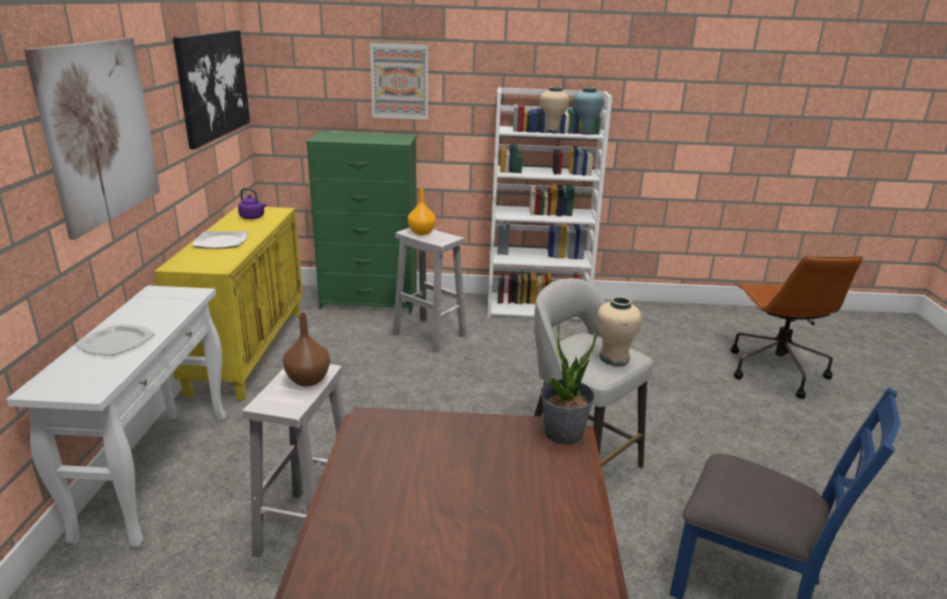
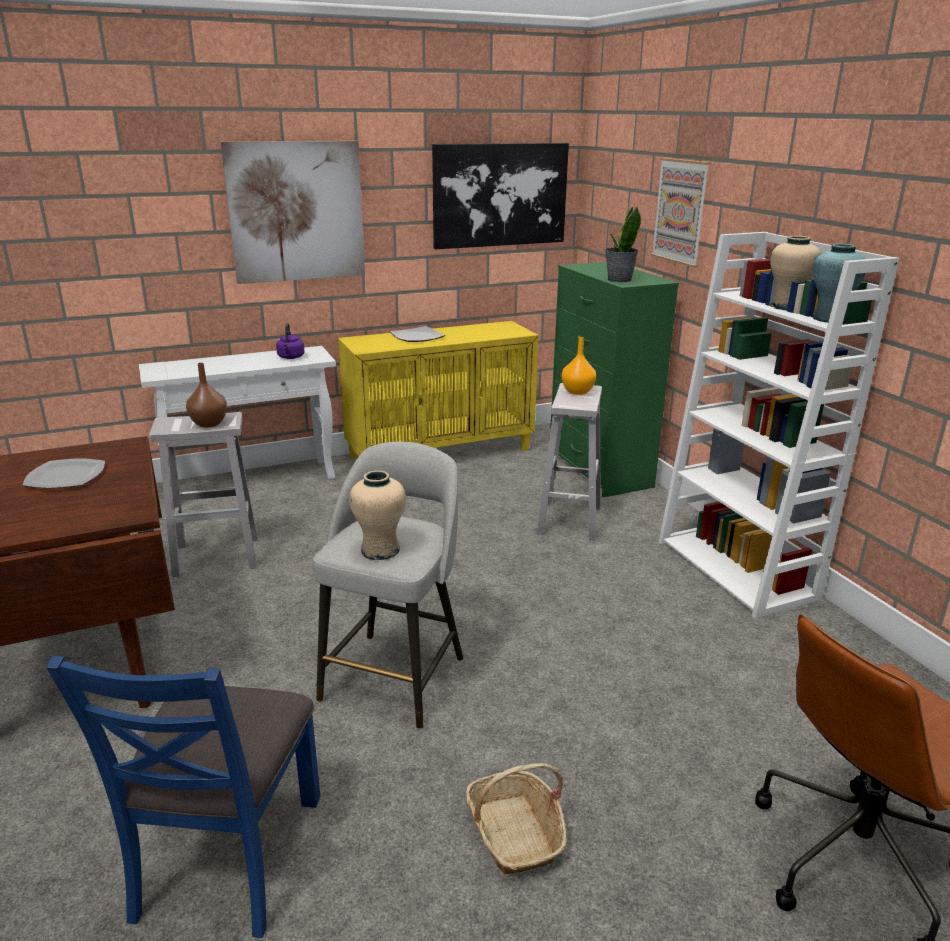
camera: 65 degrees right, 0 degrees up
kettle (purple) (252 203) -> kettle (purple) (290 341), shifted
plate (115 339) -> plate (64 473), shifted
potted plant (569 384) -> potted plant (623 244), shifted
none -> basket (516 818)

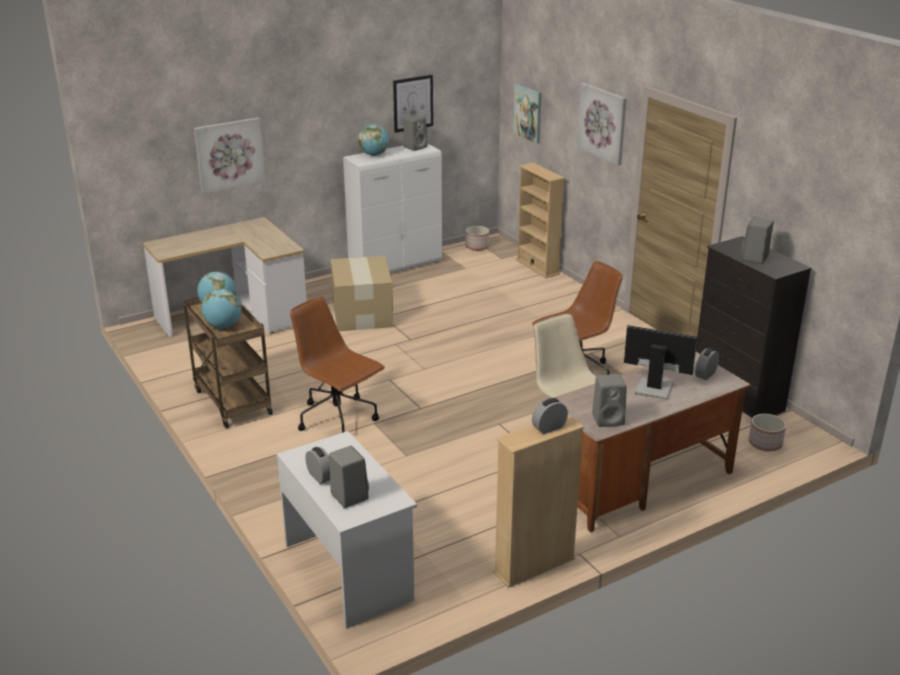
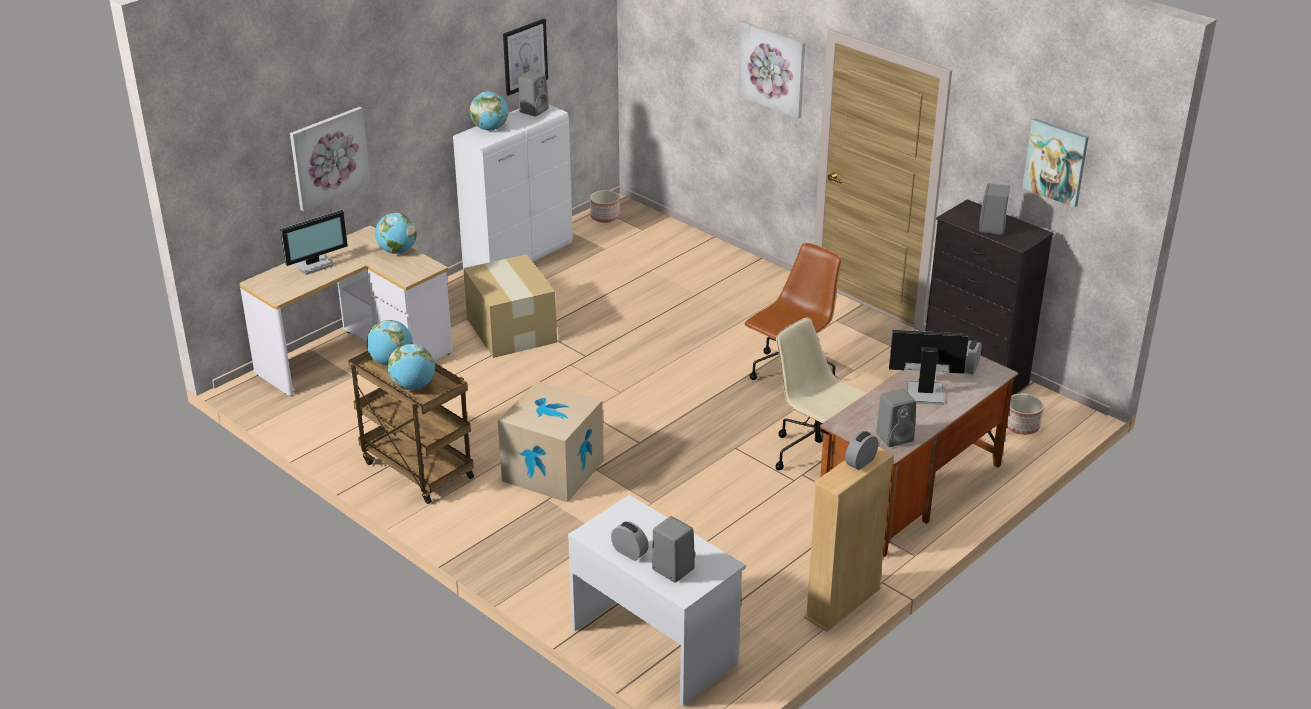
camera: 15 degrees left, 5 degrees up
picture (527 113) -> picture (1055 163), shifted
bookcase (beige) (540 220) -> none
office chair (brown) (337 365) -> cardboard box (551 441)
none -> monitor (314 242)
none -> globe (396 233)

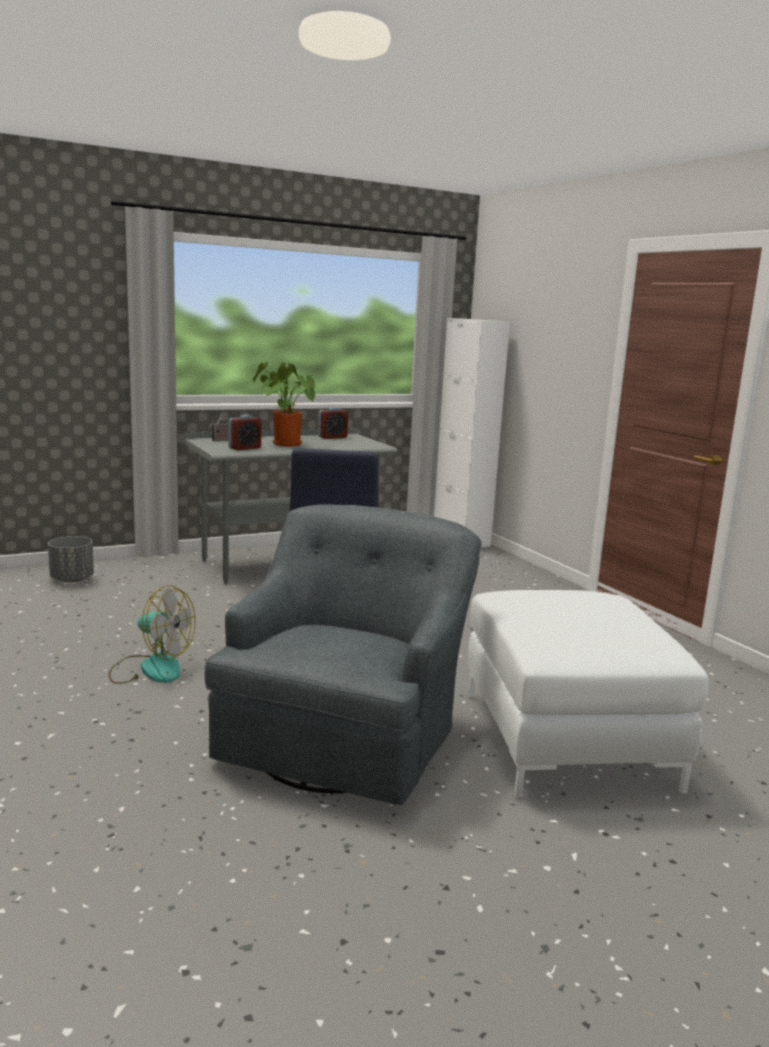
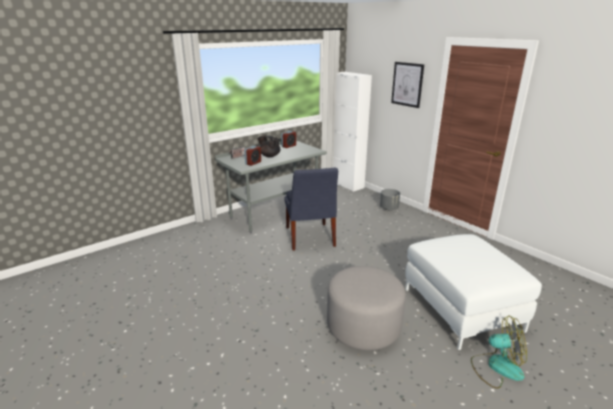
camera: 10 degrees left, 10 degrees up
potted plant (284 404) -> teapot (black) (269 146)
armchair (grey) (343 654) -> ottoman (grey) (366 308)
planter (grey) (71 559) -> planter (grey) (390 200), shifted
fan (151 634) -> fan (499 352), shifted
none -> picture (407 85)

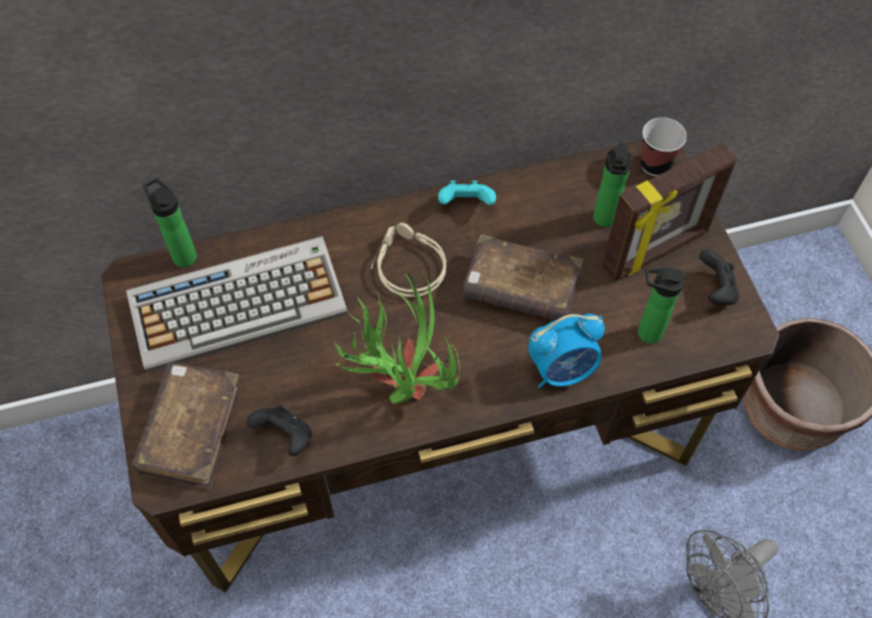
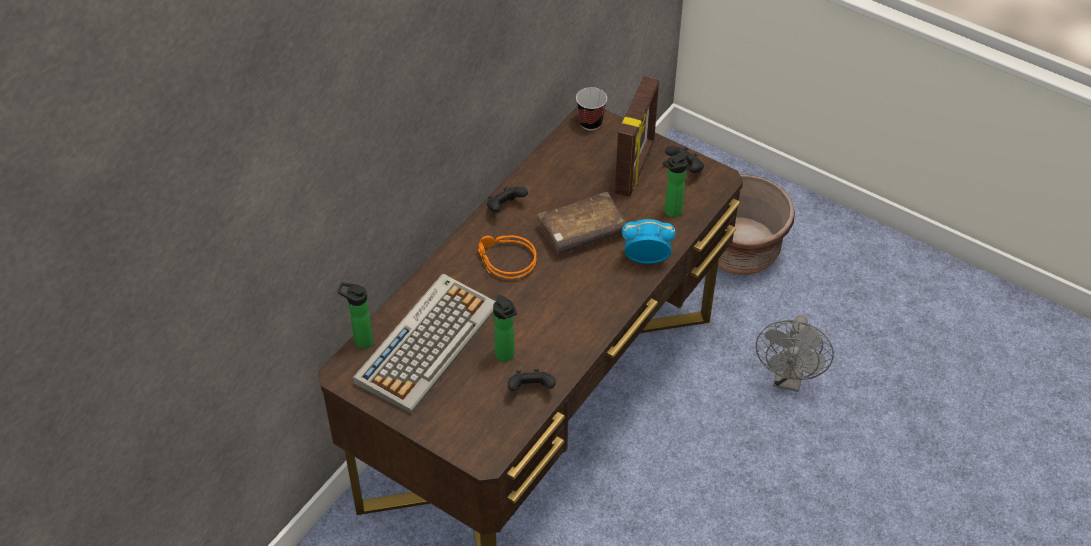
camera: 40 degrees left, 10 degrees down
bottle (613 184) -> bottle (505 328), shifted
game controller (turquoise) (467 193) -> game controller (black) (507 199)
headphones (beige) (408 260) -> headphones (orange) (507 257)
potted plant (397 338) -> none
alarm clock (566 351) -> alarm clock (649 241), 120 degrees counterclockwise
book (brown) (186 425) -> none

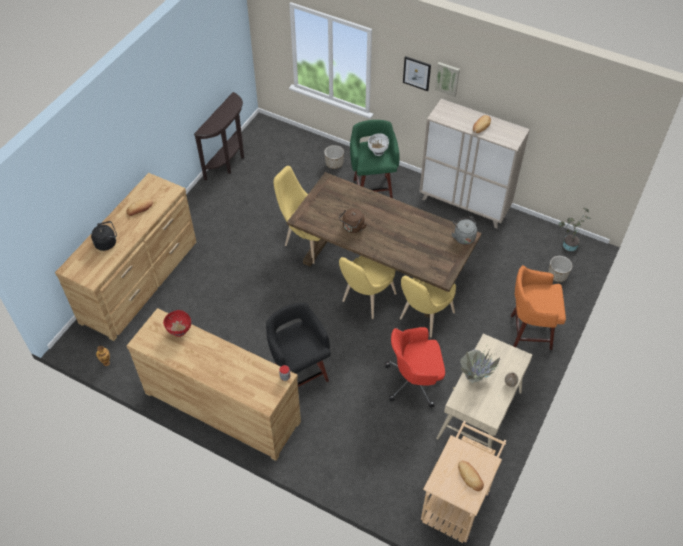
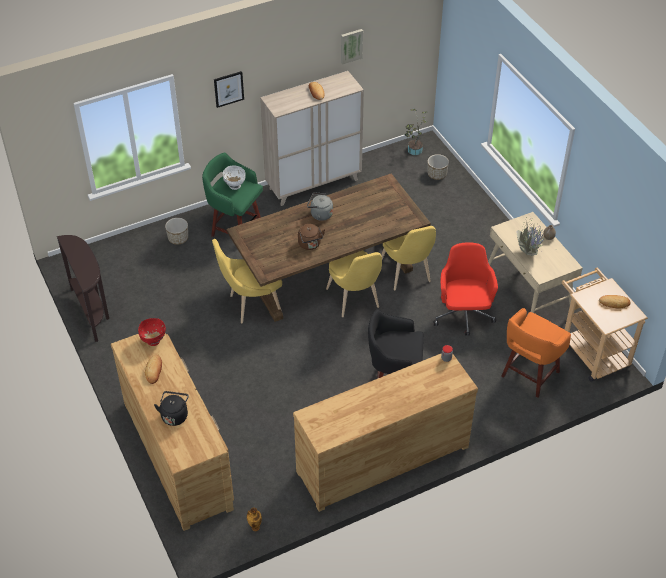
camera: 55 degrees left, 5 degrees down
picture (447 79) -> picture (352 47), shifted
kettle (grey) (464 230) -> kettle (grey) (320 206), shifted
stool (orange) (538 307) -> stool (orange) (536 353), shifted
bowl (red) (177 323) -> bowl (red) (152 332), shifted
office chair (red) (415 367) -> office chair (red) (466 289), 150 degrees clockwise

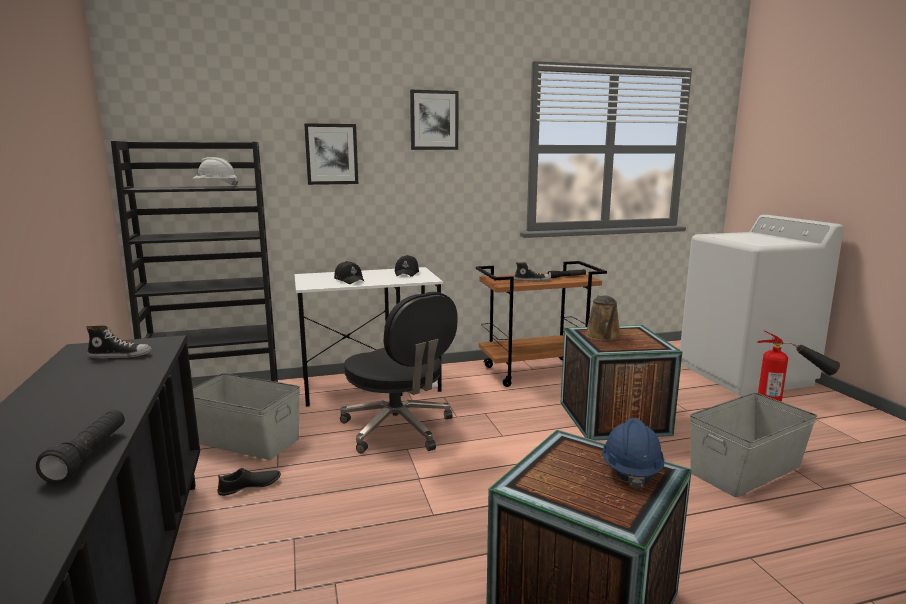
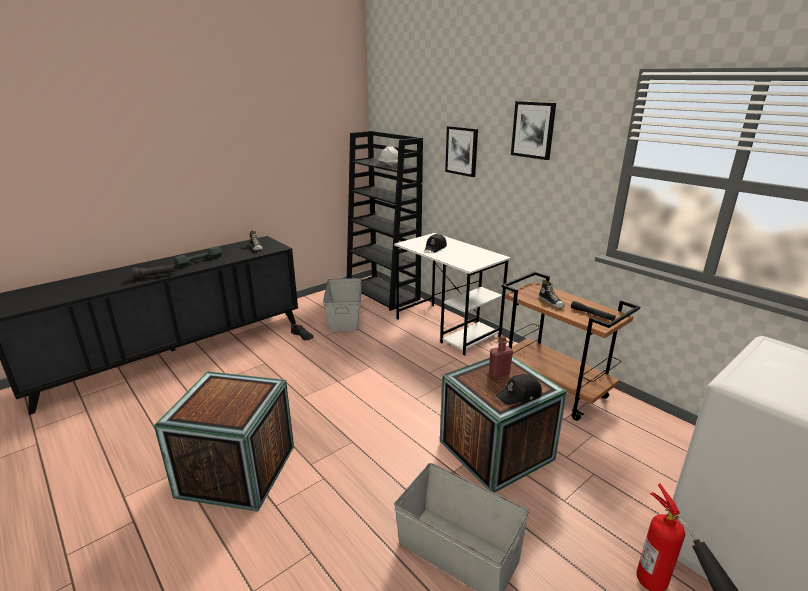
camera: 65 degrees right, 10 degrees up
cap (black) (407 266) -> cap (black) (519 389), shifted
office chair (black) (399 372) -> none
watering can (brown) (603 318) -> bottle (red) (501 357)
hard hat (blue) (633 454) -> none
none -> dumbbell (grey) (198 257)

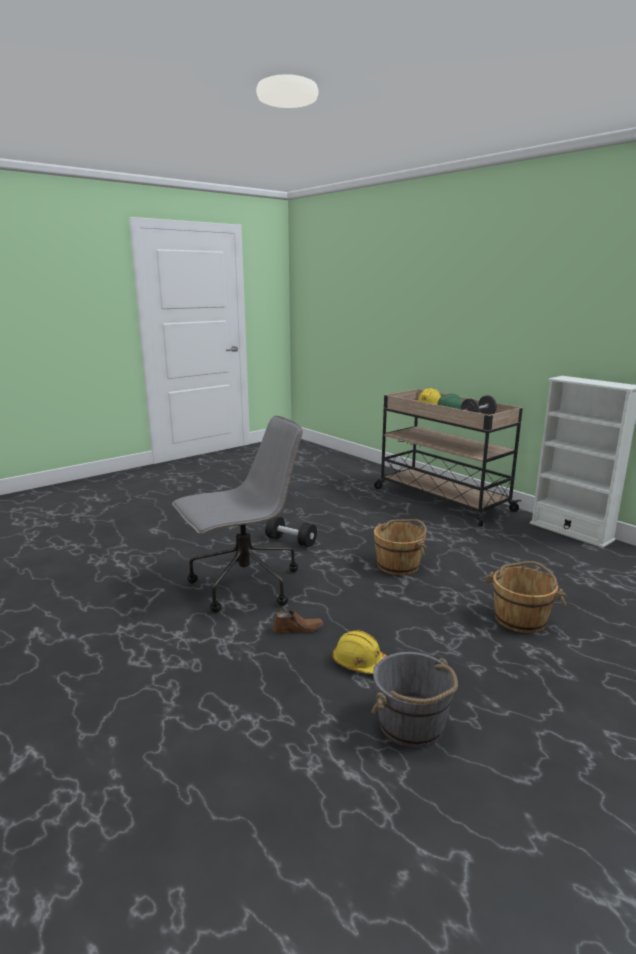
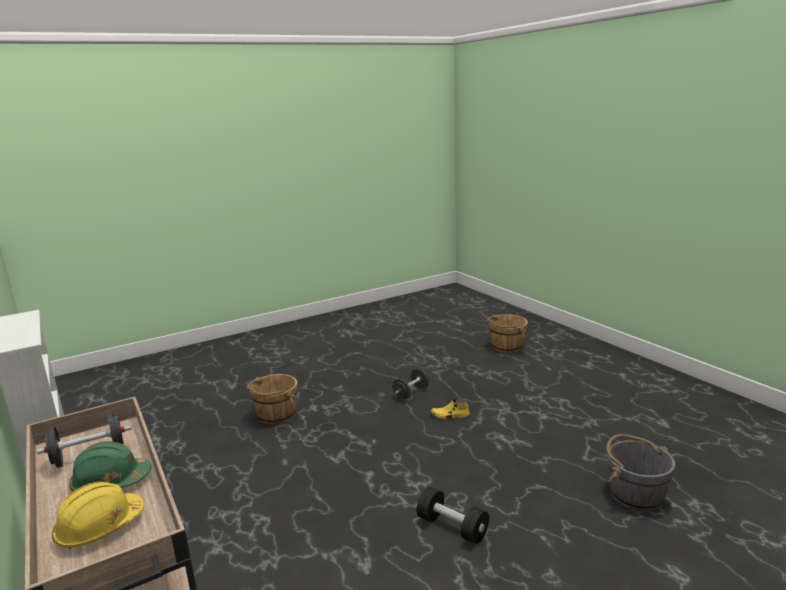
camera: 170 degrees left, 0 degrees up
office chair (grey) (237 514) -> none
bucket (brown) (400 547) -> bucket (brown) (507 333), shifted
shoe (brown) (298 622) -> shoe (yellow) (450 409)
hard hat (yellow) (359 652) -> dumbbell (black) (410 384)
bucket (grey) (414 700) -> bucket (grey) (641 473), shifted

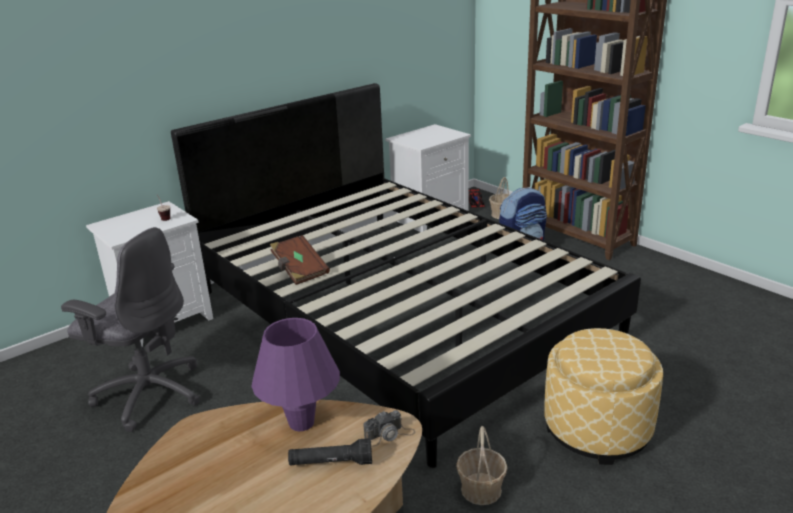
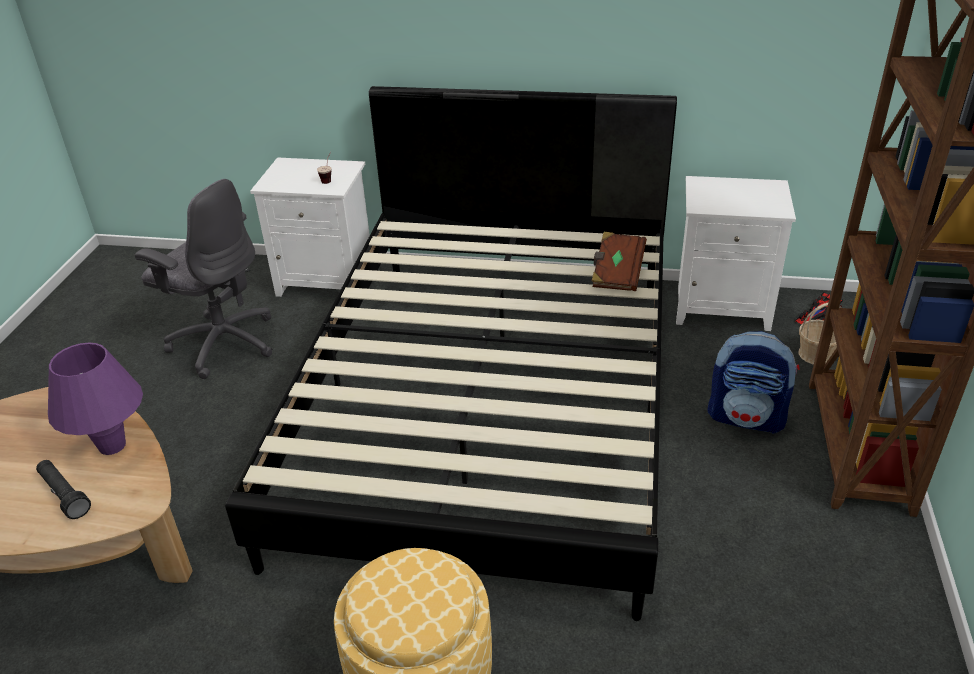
camera: 50 degrees right, 10 degrees up
office chair (grey) (130 329) -> office chair (grey) (204 279), 45 degrees counterclockwise
book (brown) (300 260) -> book (brown) (619 261), shifted
photo camera (389 428) -> none
basket (482 465) -> none

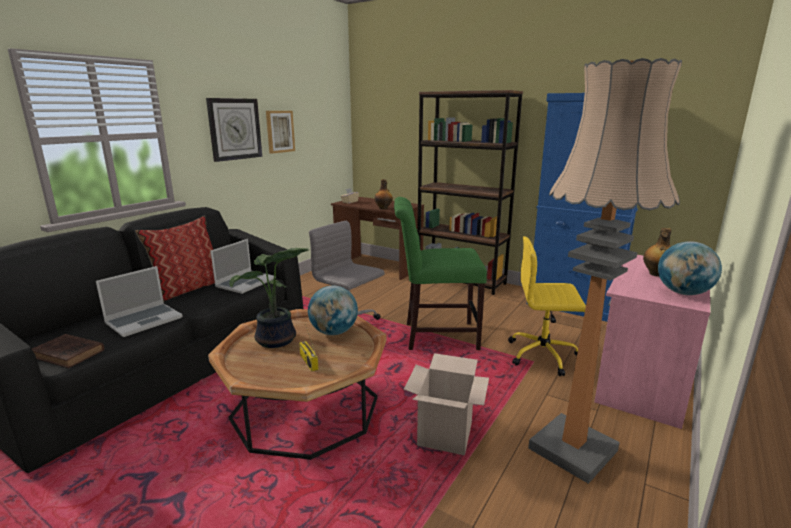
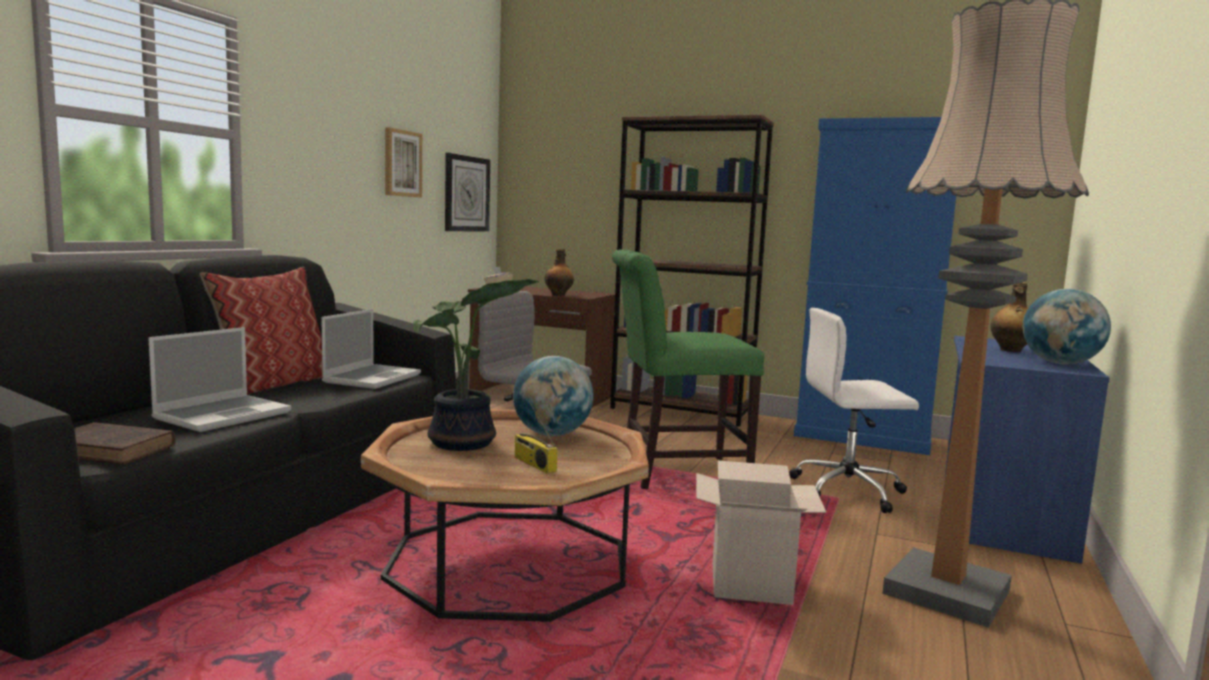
camera: 10 degrees left, 10 degrees down
wall clock (234 130) -> wall clock (467 192), shifted
office chair (yellow) (547 306) -> office chair (white) (854 410)
desk (pink) (652 342) -> desk (blue) (1027 450)

